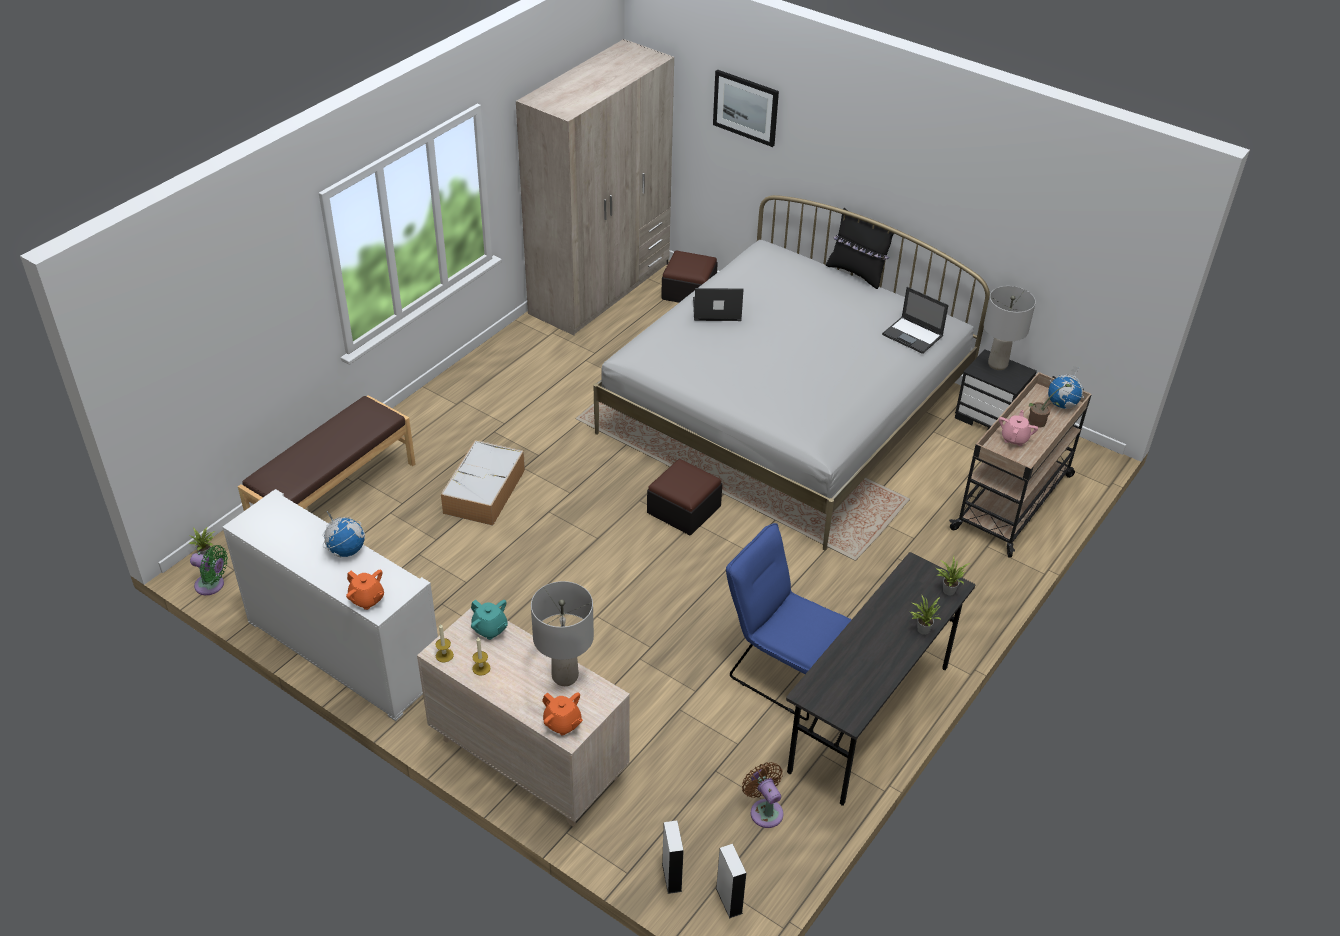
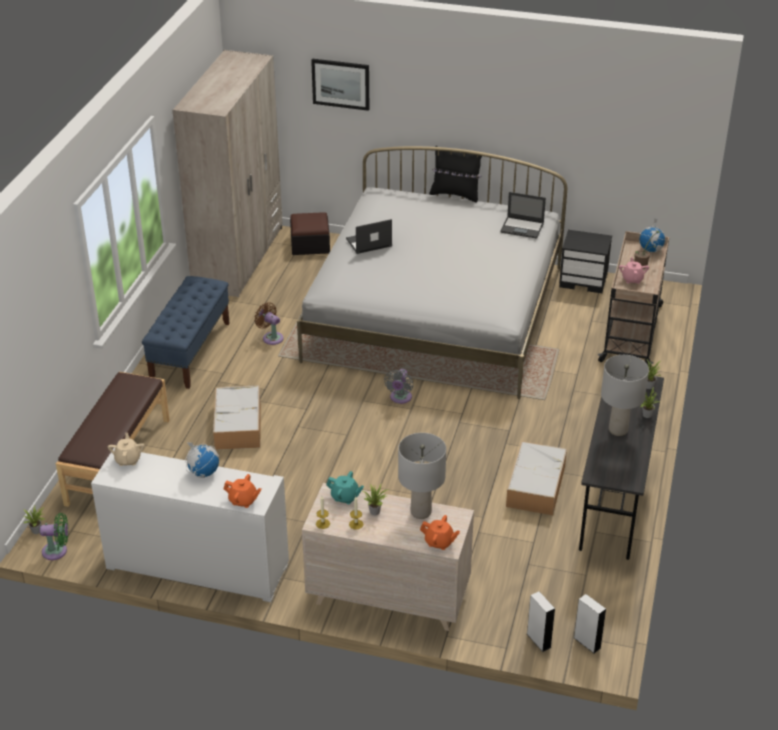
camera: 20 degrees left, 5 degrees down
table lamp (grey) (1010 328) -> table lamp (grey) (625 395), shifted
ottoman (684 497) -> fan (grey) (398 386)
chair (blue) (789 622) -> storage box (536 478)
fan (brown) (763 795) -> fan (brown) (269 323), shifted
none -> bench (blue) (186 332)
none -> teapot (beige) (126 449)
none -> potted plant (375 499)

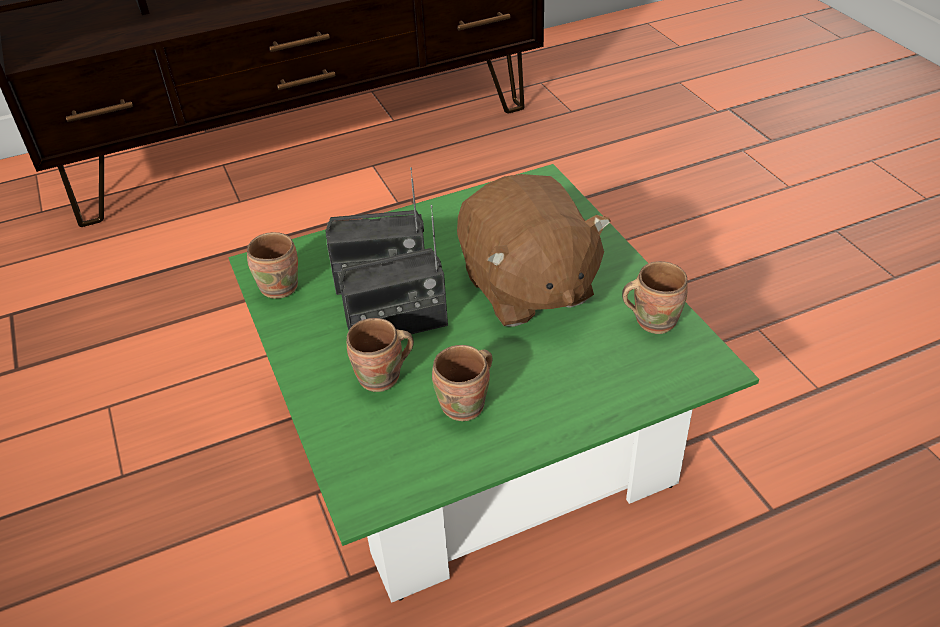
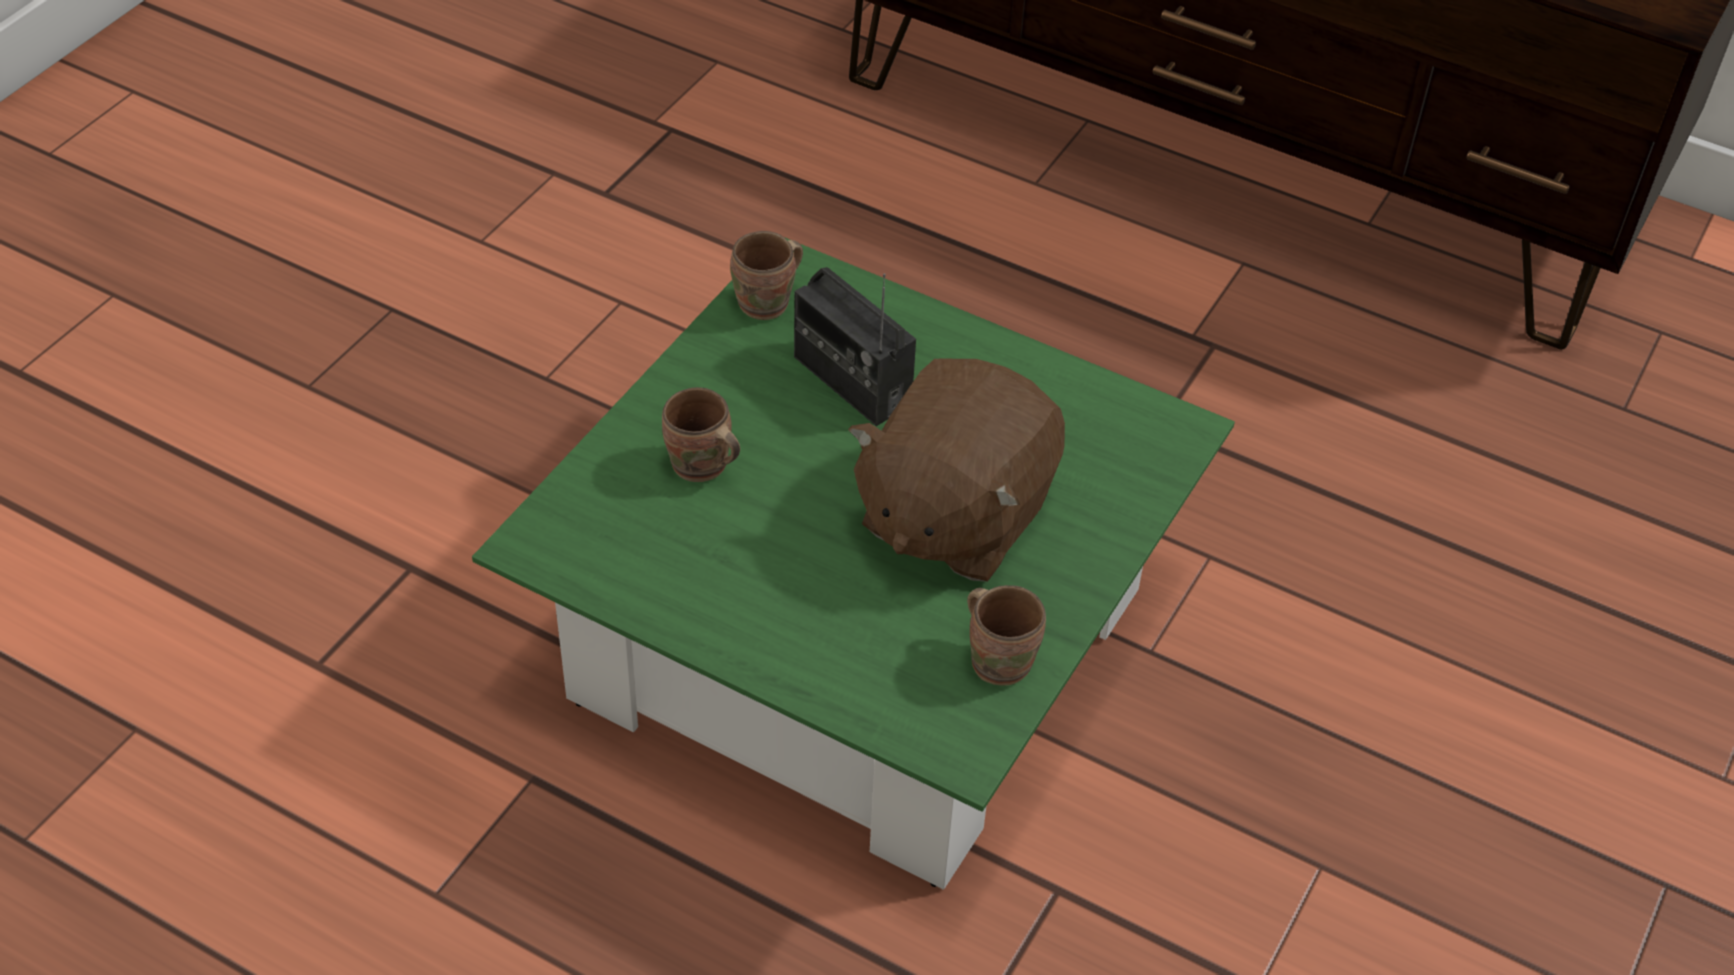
camera: 50 degrees right, 5 degrees up
radio (393 269) -> none
mug (brown) (462 383) -> none

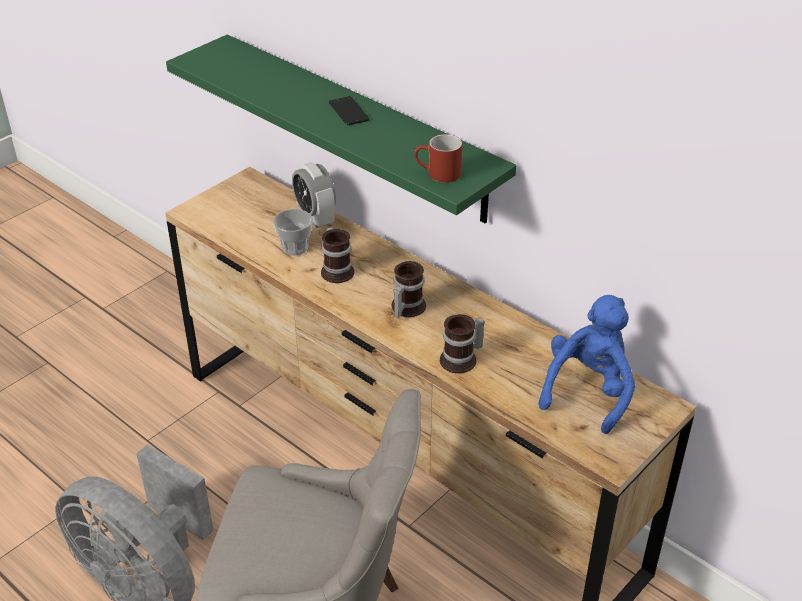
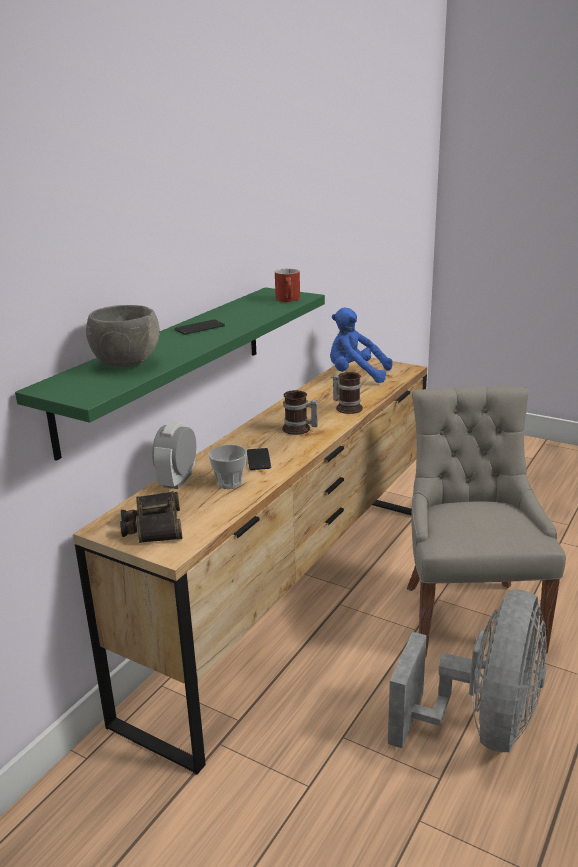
camera: 100 degrees left, 15 degrees down
alarm clock (314 195) -> alarm clock (174 455), 150 degrees clockwise
mug (337 255) -> phone (259 459)
none -> bowl (grey) (123 336)
none -> binoculars (151 517)

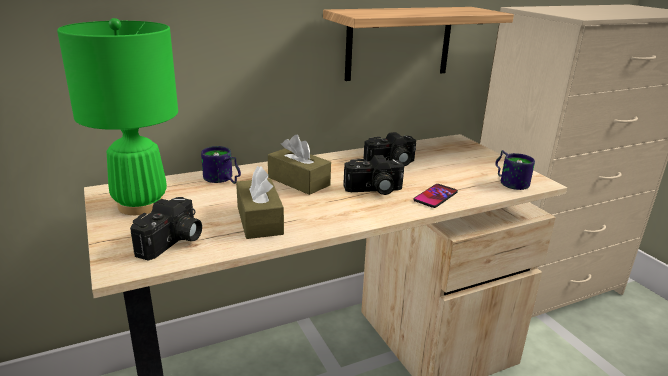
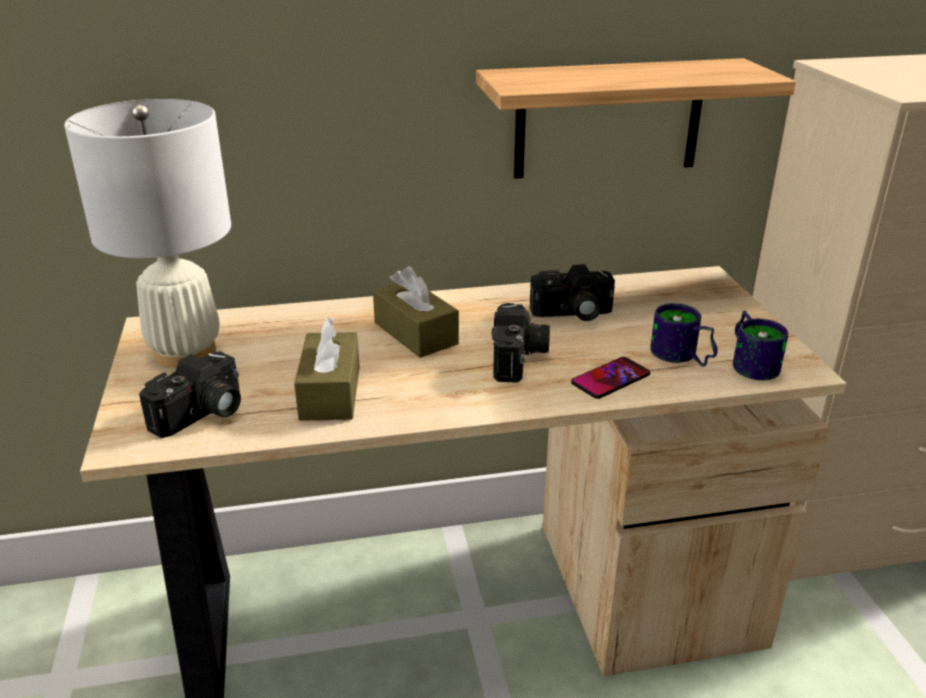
camera: 15 degrees right, 5 degrees up
table lamp (green) (117 116) -> table lamp (white) (147 233)
mug (221 165) -> mug (684 335), shifted
photo camera (373 175) -> photo camera (521 343), 90 degrees counterclockwise

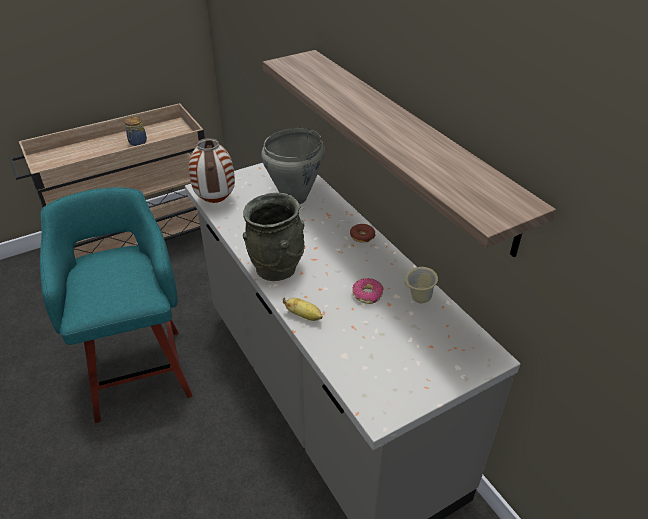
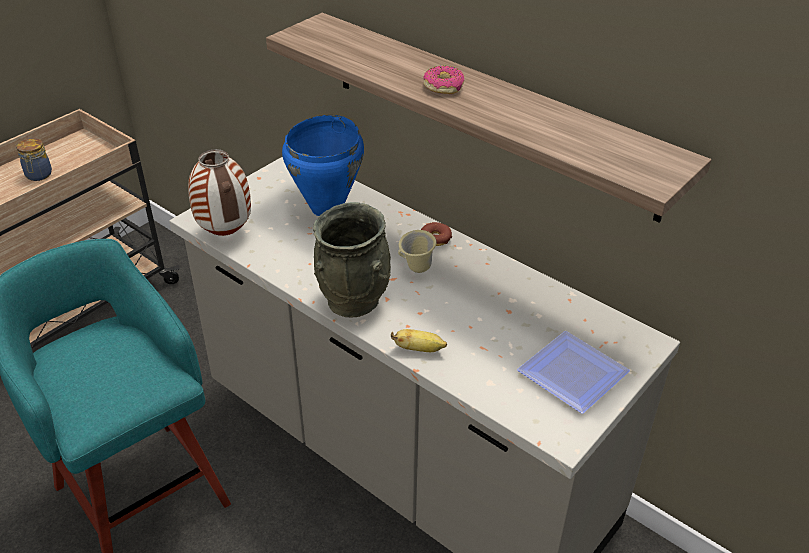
camera: 20 degrees left, 0 degrees up
cooking pot (grey) (293 166) -> cooking pot (blue) (323 165)
mug (beige) (421 285) -> mug (beige) (417 251), shifted
donut (368 291) -> donut (444 80), shifted
none -> plate (573 372)

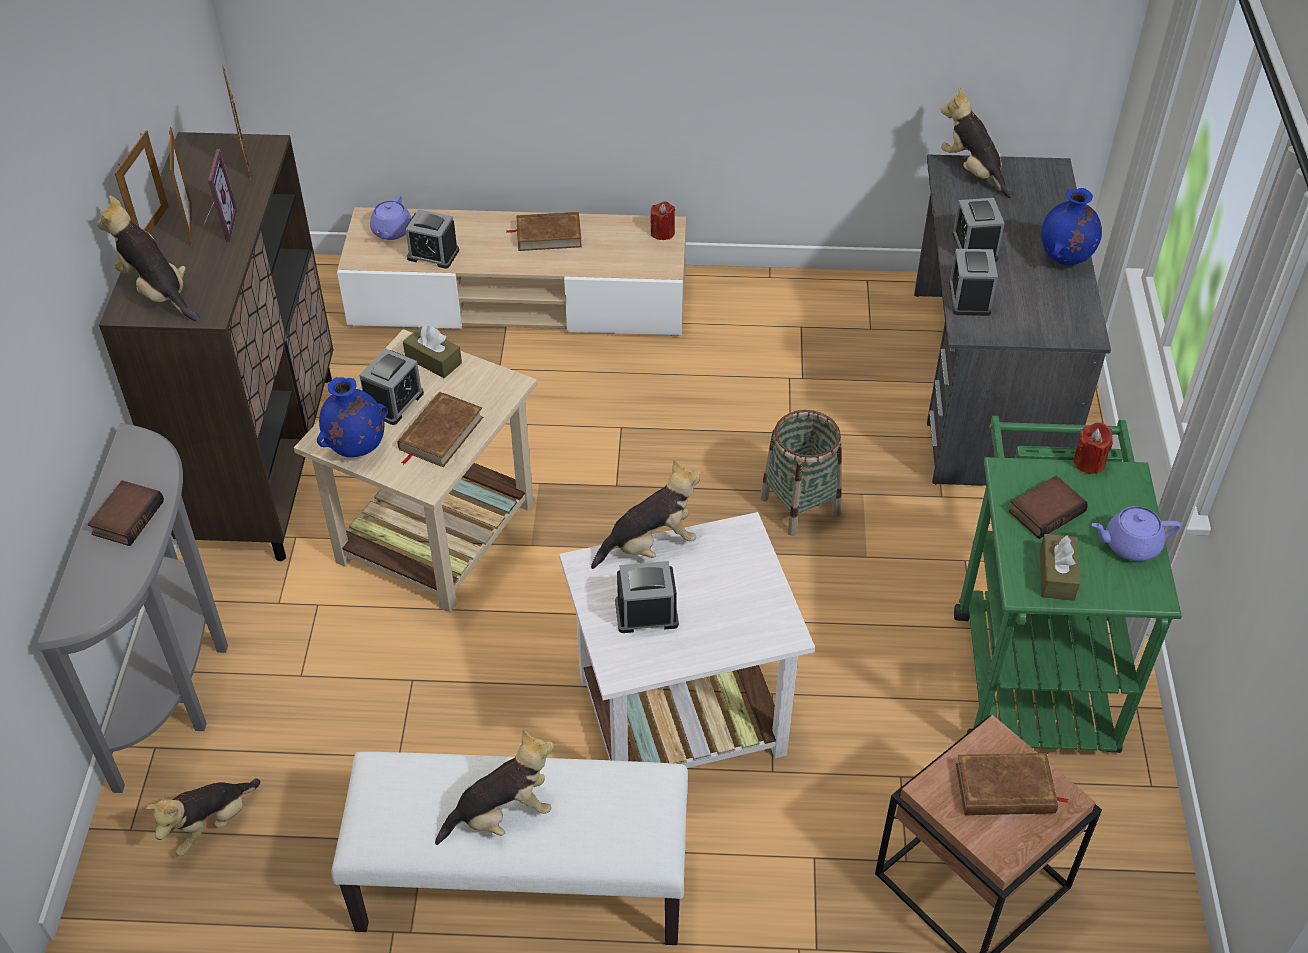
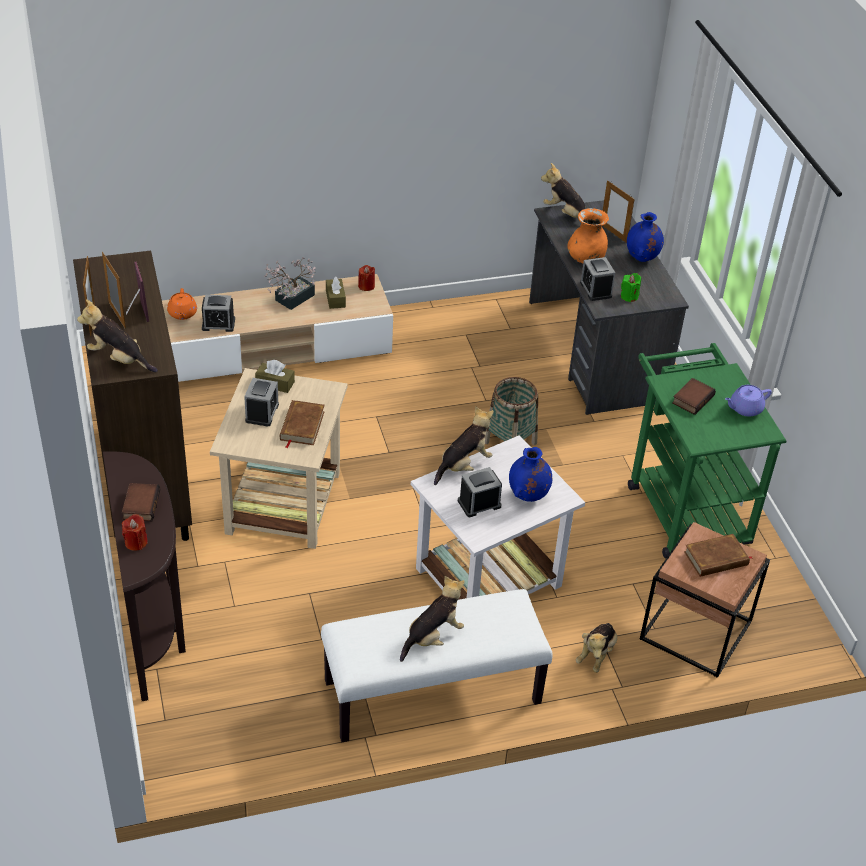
camera: 20 degrees left, 5 degrees down
picture frame (237 123) -> picture frame (618 211), shifted
teapot (purple) (391 217) -> teapot (orange) (182 304)
alarm clock (978 230) -> vase (orange) (588 235)
book (brown) (544 231) -> potted plant (290 283)
vase (blue) (352 417) -> vase (blue) (530 474), shifted
candle (red) (1093 448) -> candle (red) (135 532), shifted
console table (grey) (132 608) -> console table (brown) (144 576)
tissue box (brown) (1060 567) -> tissue box (brown) (336 292), shifted
plush toy (203 817) -> plush toy (596 648), shifted
none -> candle (green) (631 287)

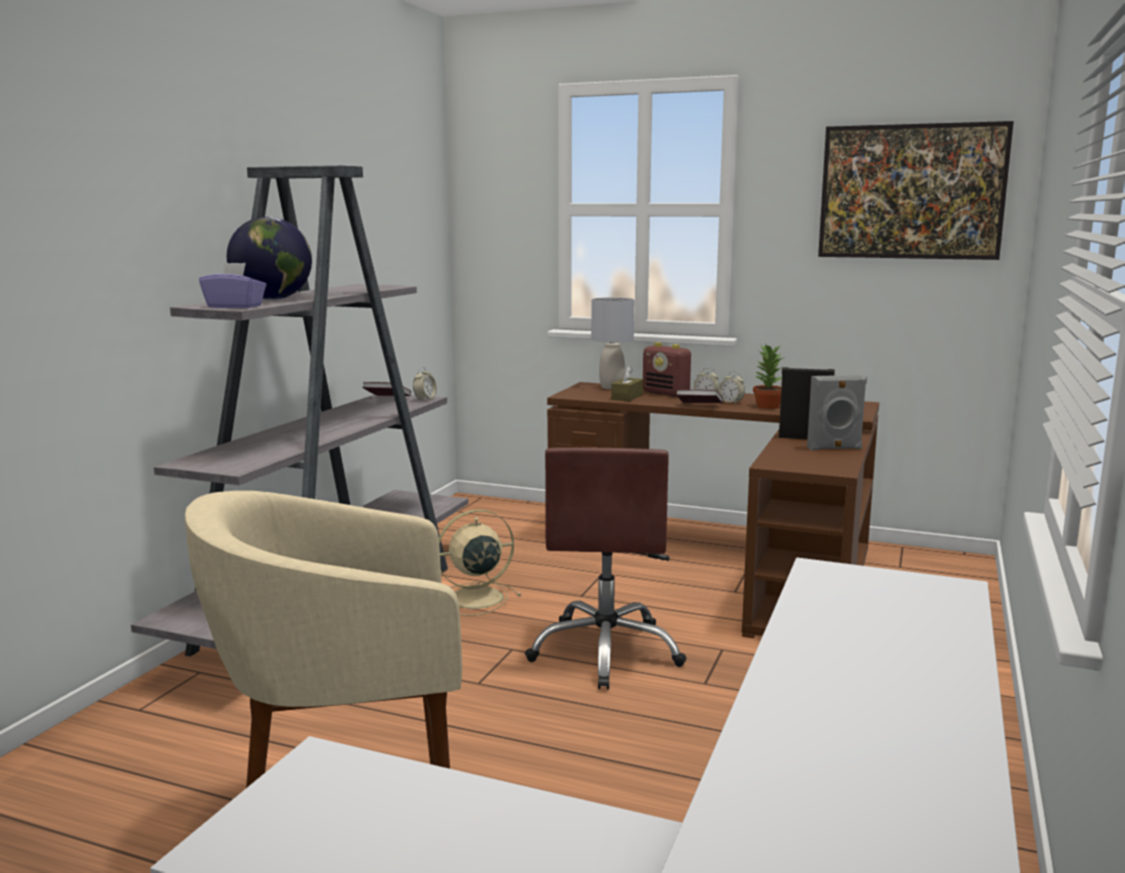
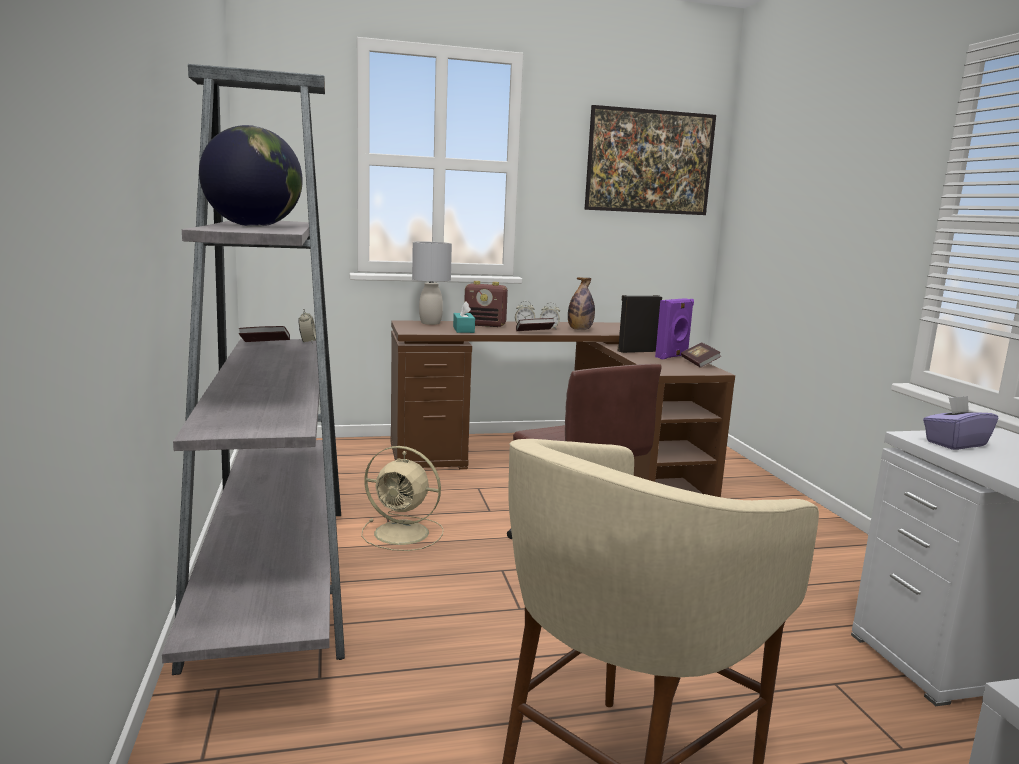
camera: 35 degrees left, 0 degrees up
tissue box (purple) (232 285) -> tissue box (purple) (960 423), shifted
potted plant (768 376) -> bottle (581 304)
tissue box (brown) (627 383) -> tissue box (turquoise) (464 317)
speaker (grey) (837 412) -> speaker (purple) (674 328)
fan (beige) (480 562) -> fan (beige) (402 498), 105 degrees counterclockwise
none -> book (701 355)

